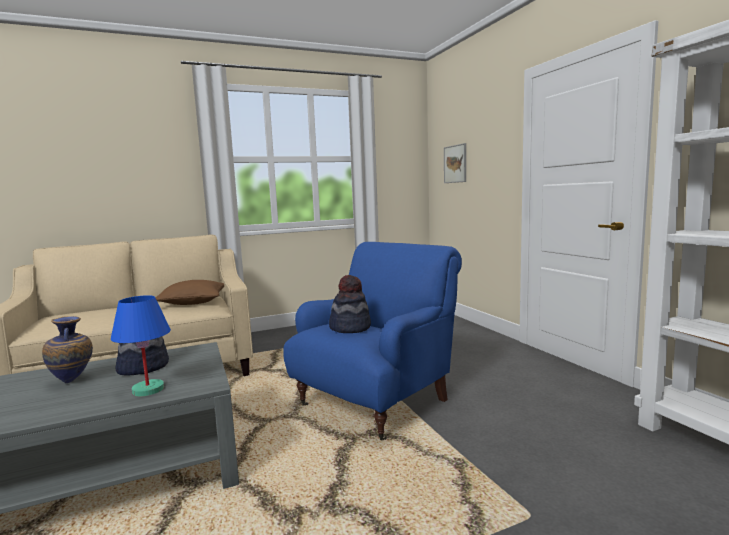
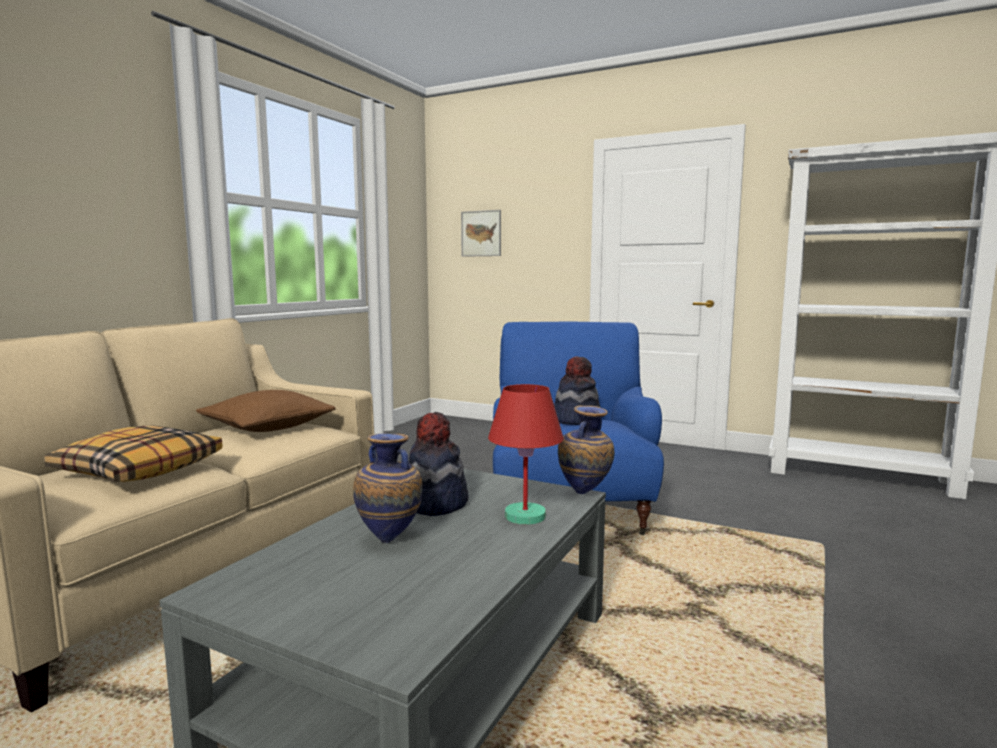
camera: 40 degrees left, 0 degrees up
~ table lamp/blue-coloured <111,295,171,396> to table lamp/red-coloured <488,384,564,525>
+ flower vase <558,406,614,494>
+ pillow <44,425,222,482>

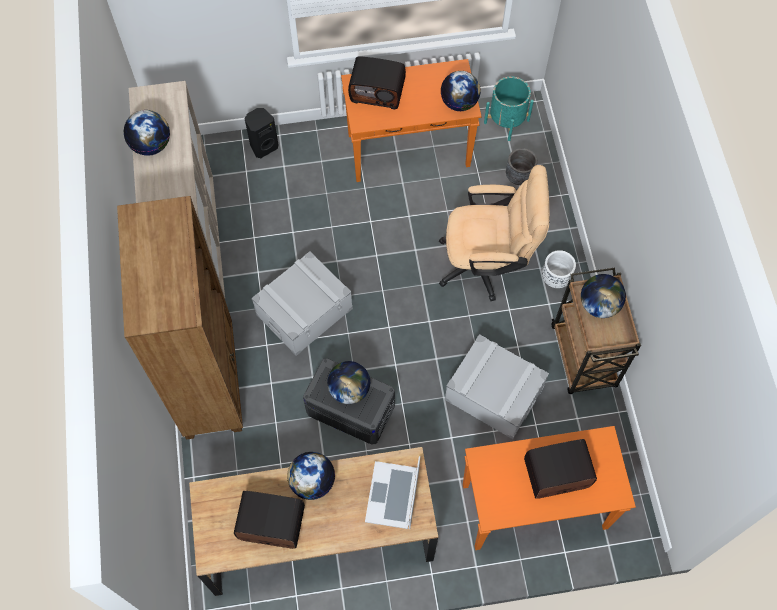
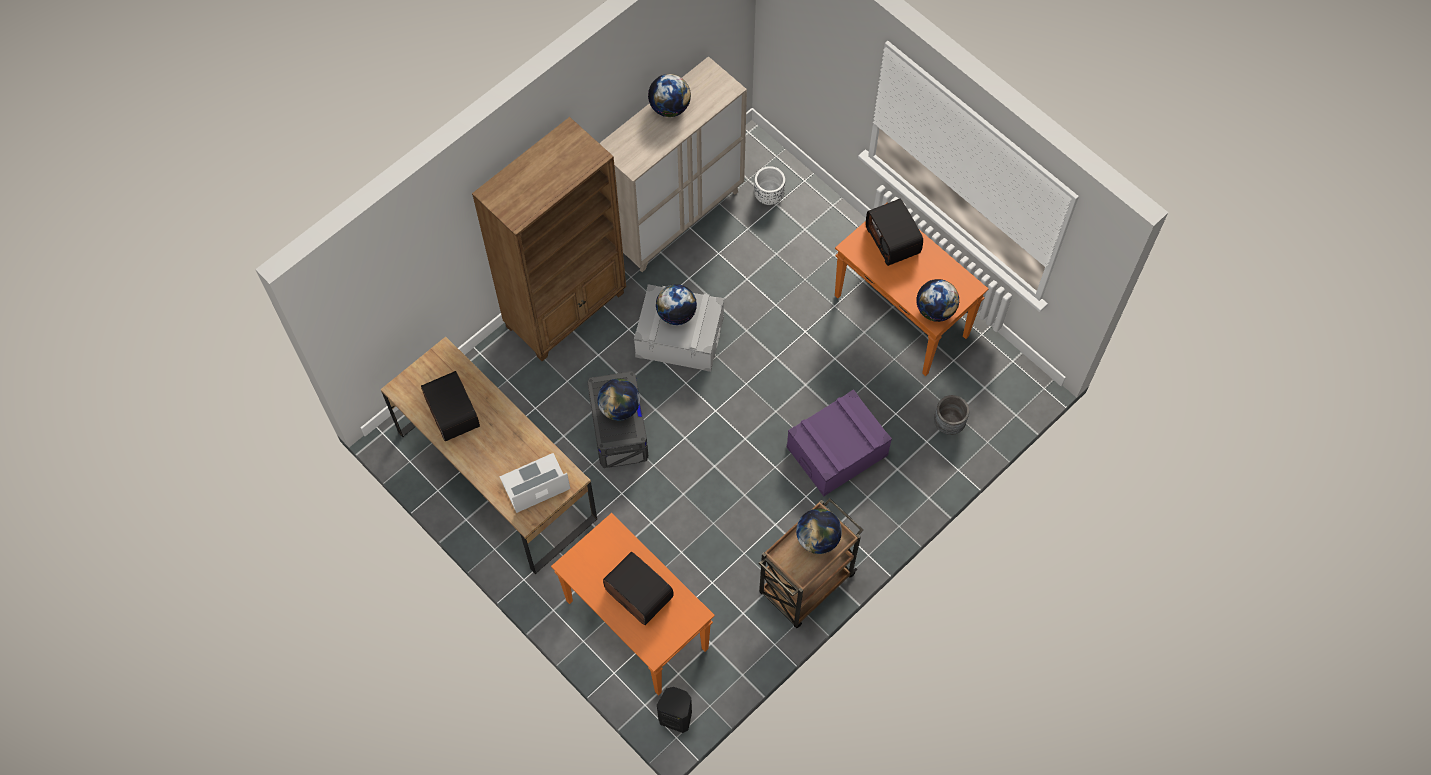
camera: 55 degrees right, 0 degrees up
- planter/turquoise <484,76,534,141>
~ audio speaker/black-coloured <245,108,278,158> to <657,687,692,733>
~ desk chair/beige <439,165,549,301> to storage box/purple-coloured <787,389,892,496>
~ planter/white-coloured <542,250,576,288> to <754,166,785,205>
- storage box/greyish <445,334,549,439>
~ world globe <287,452,335,500> to <656,284,697,325>

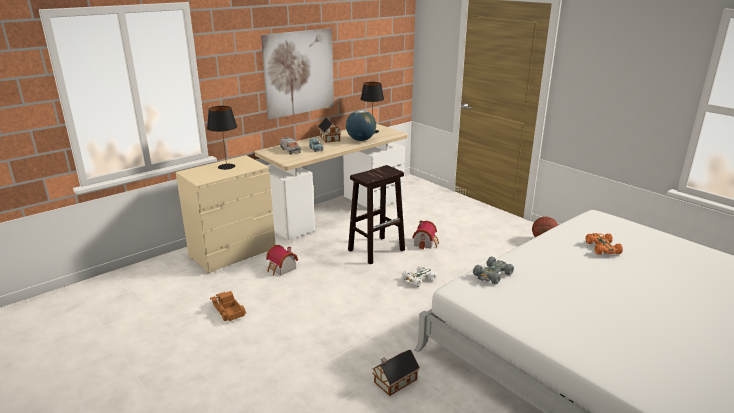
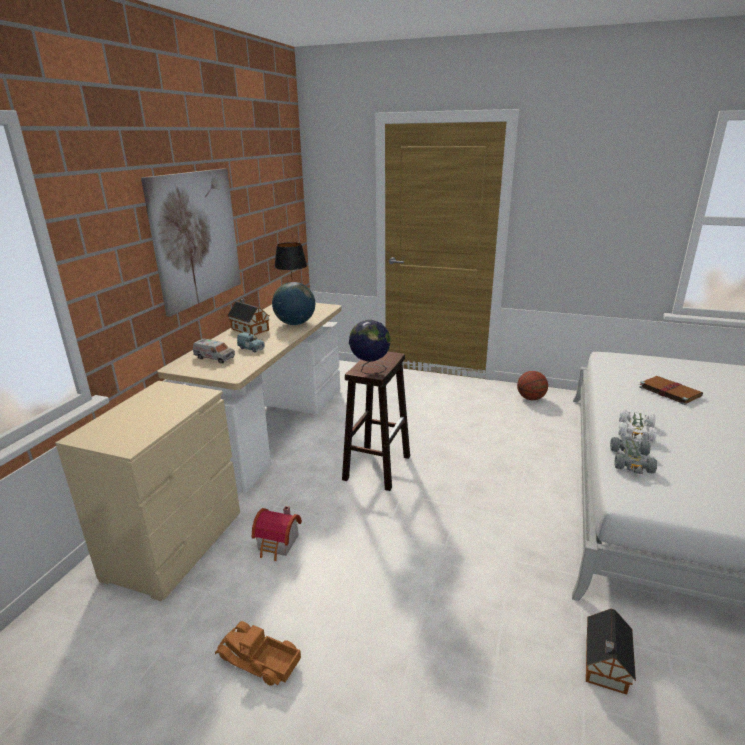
camera: 30 degrees left, 0 degrees up
- table lamp/black-coloured <207,106,237,170>
- model house <412,220,439,249>
~ model car/orangey <585,233,623,255> to bound book/brown-coloured <639,376,703,405>
~ model car/white-coloured <402,265,437,287> to <618,409,657,442>
+ world globe <349,319,391,374>

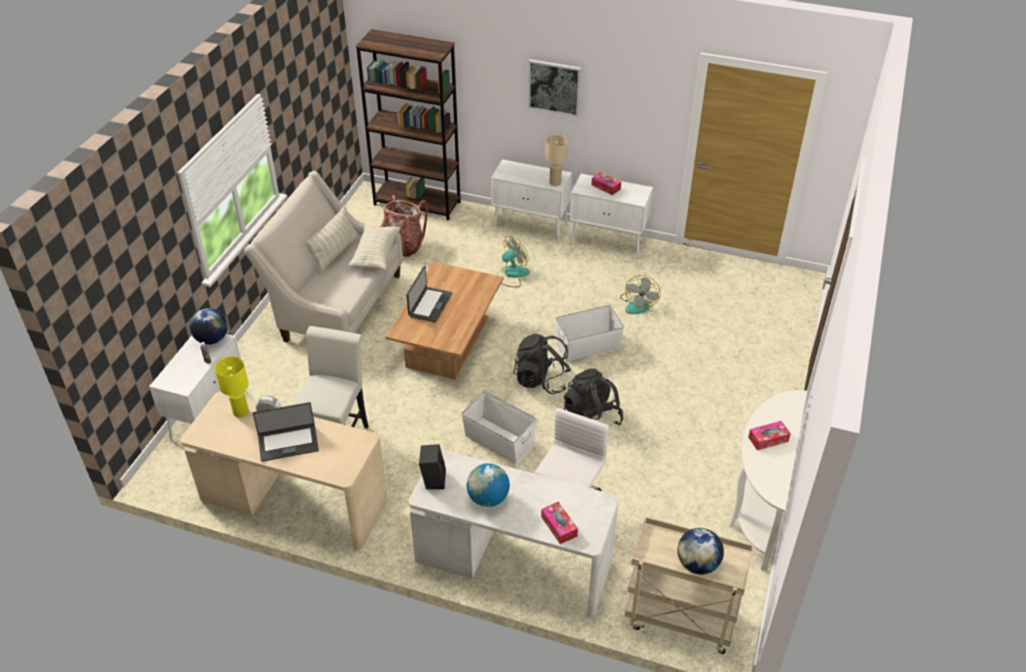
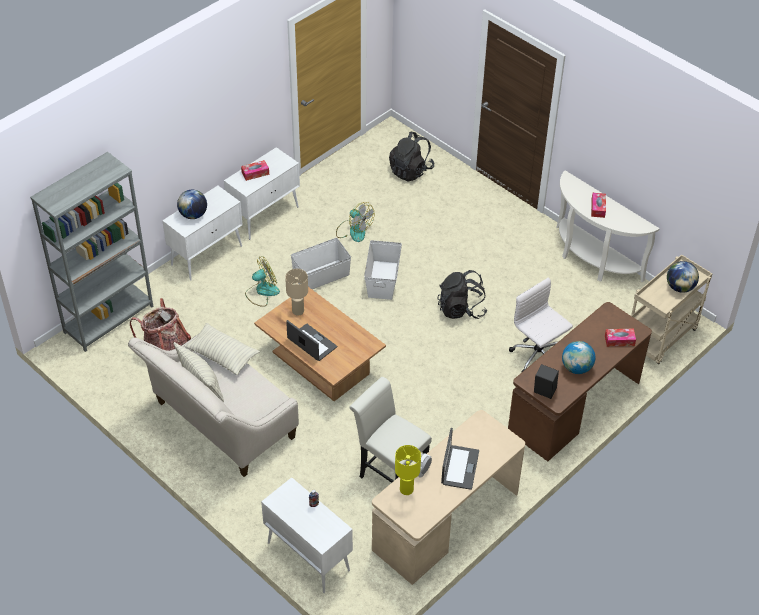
camera: 65 degrees left, 5 degrees up
~ bookcase/brown-coloured <356,29,461,221> to bookcase/greyish <30,152,153,352>
- wall art <528,59,581,117>
~ table lamp/beige <545,135,568,186> to <285,269,308,316>
~ electric fan <496,236,530,287> = <245,257,280,307> 75 degrees clockwise
~ world globe <190,308,228,345> to <177,190,207,219>
~ knapsack/black-coloured <513,334,572,394> to <389,131,435,182>
~ storage box/white-coloured <461,391,537,463> to <291,238,351,289>
~ desk unit/white-coloured <409,449,619,617> to desk unit/brown-coloured <508,302,652,461>

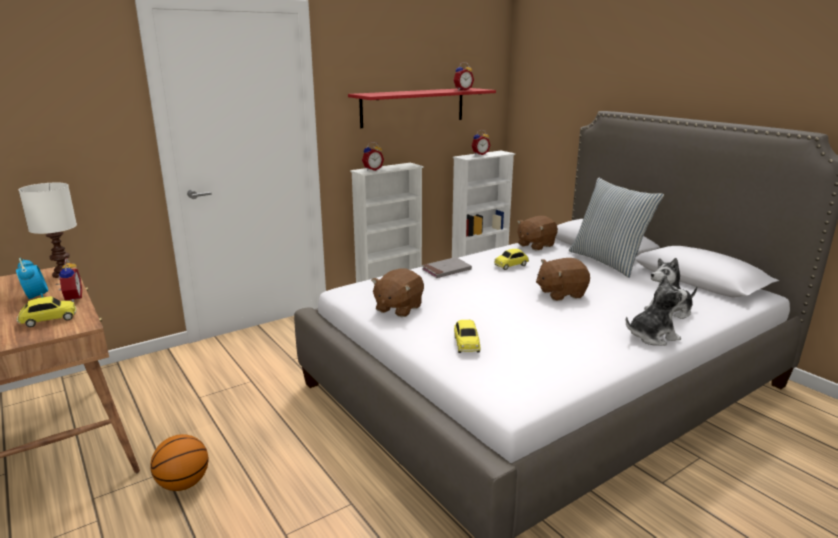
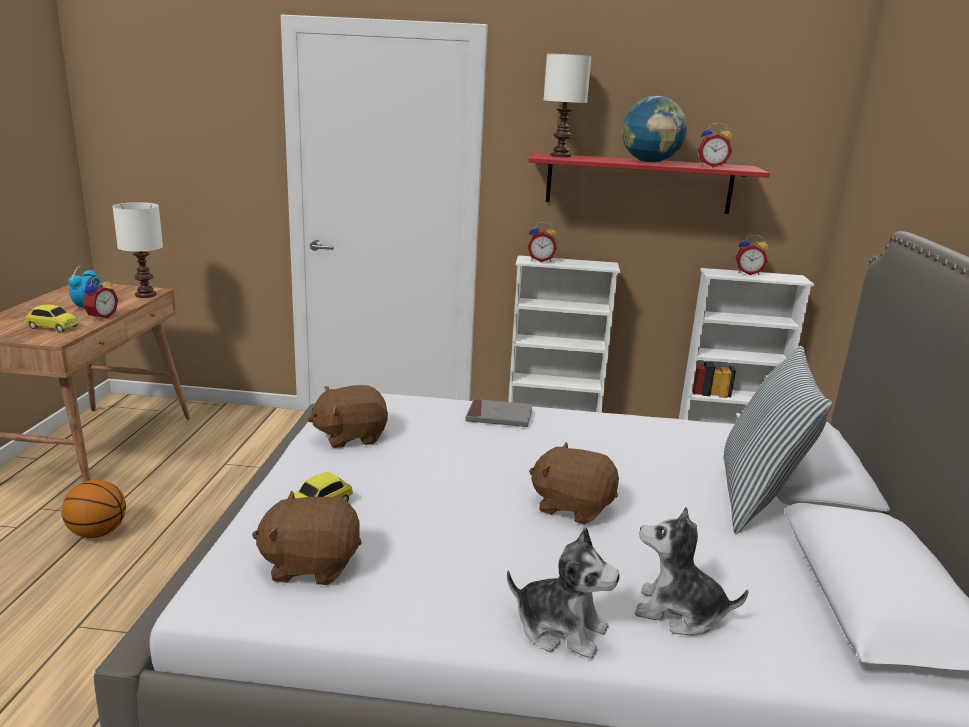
camera: 40 degrees right, 0 degrees up
~ soft toy/brown-coloured <517,216,558,250> to <252,491,361,585>
- model car <494,249,529,270>
+ table lamp/white-coloured <544,54,592,157>
+ world globe <622,96,687,162>

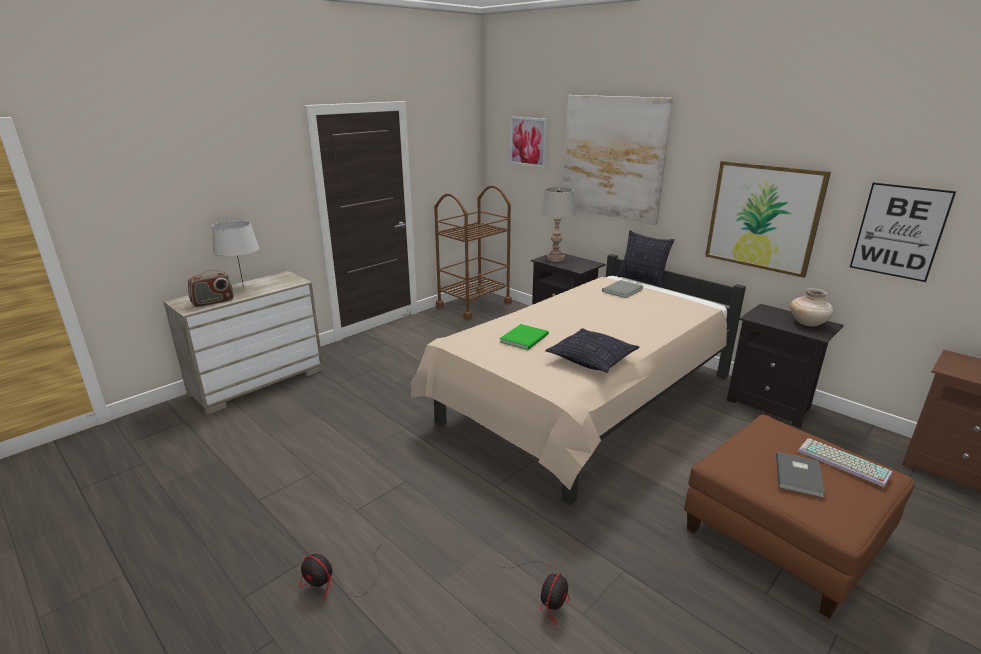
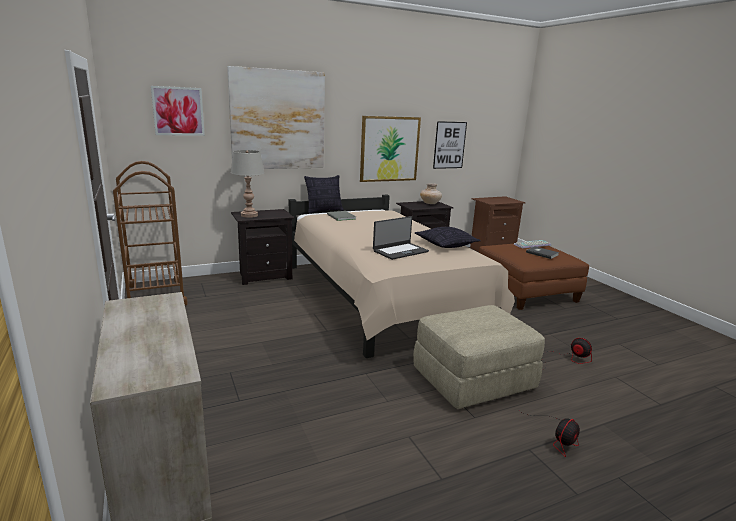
camera: 70 degrees left, 5 degrees down
- table lamp/greyish <212,220,259,287>
- radio set <188,270,234,307>
~ bound book/greenish <500,324,549,350> to notebook computer <373,216,429,260>
+ pouffe/beige <413,305,545,409>

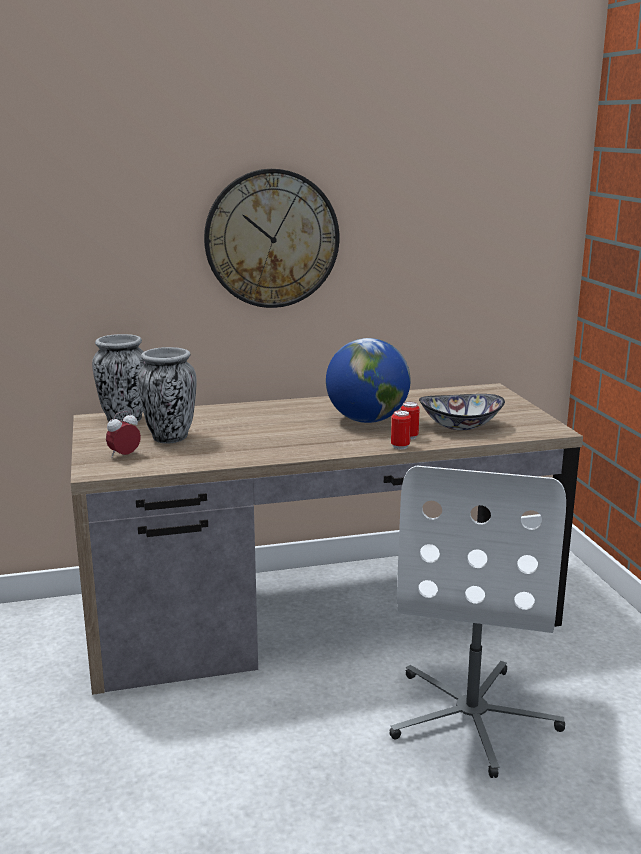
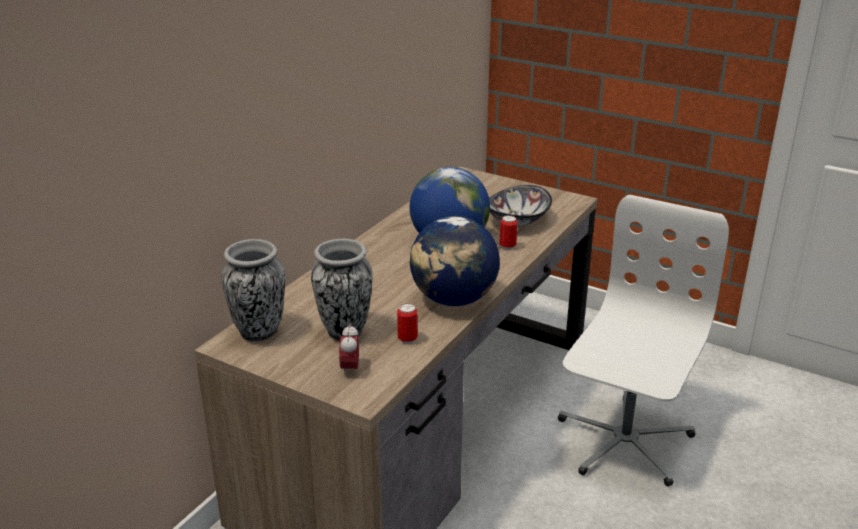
camera: 45 degrees left, 10 degrees up
- wall clock <204,169,339,308>
~ can <391,410,411,450> to <397,303,418,344>
~ desk chair/white-coloured <389,466,566,778> = <558,195,729,487> 120 degrees counterclockwise
+ world globe <410,216,500,306>

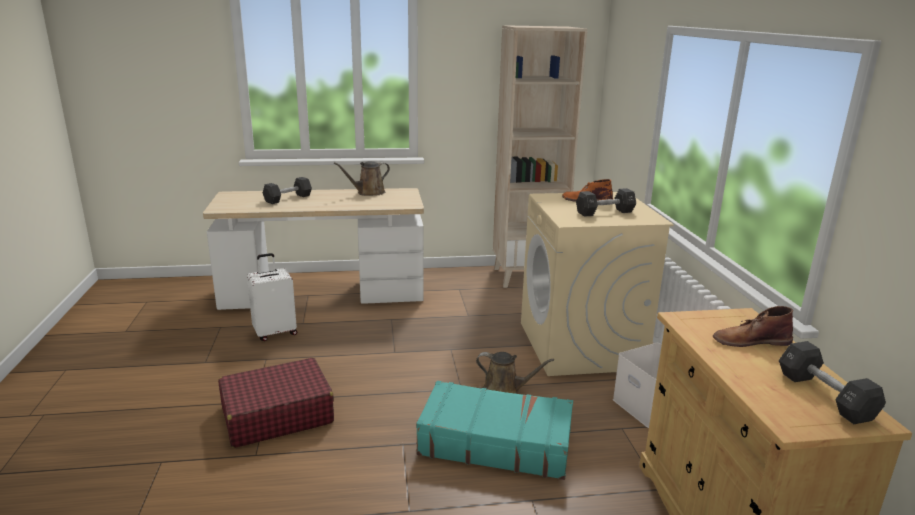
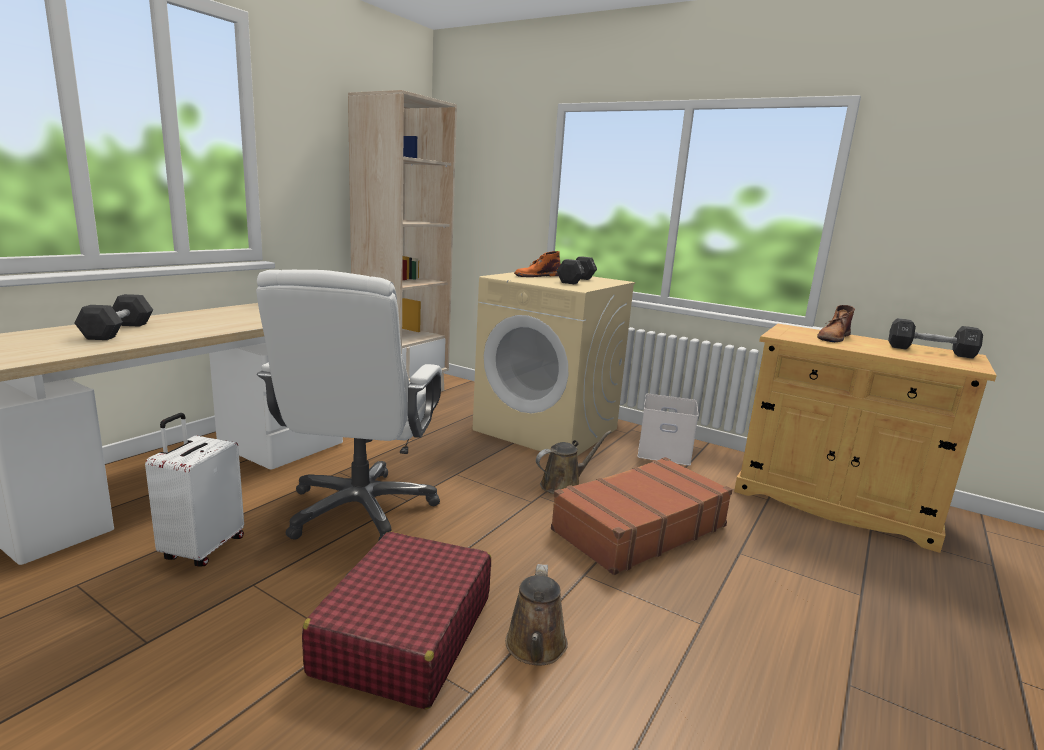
camera: 50 degrees left, 5 degrees down
~ watering can/brown-coloured <334,161,390,196> to <505,564,568,666>
~ suitcase/turquoise <416,381,573,480> to suitcase/brown-coloured <551,457,733,575>
+ desk chair/white-coloured <256,270,442,541>

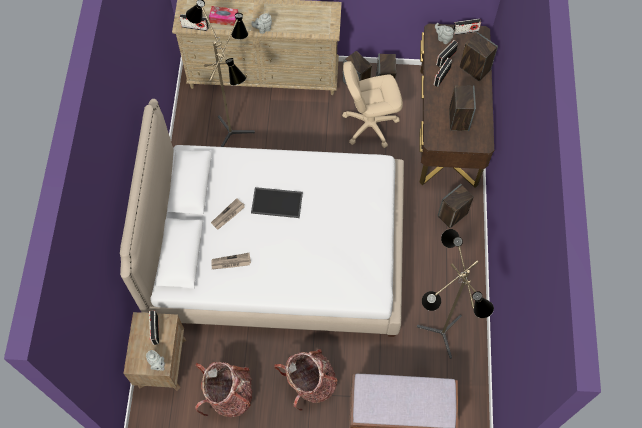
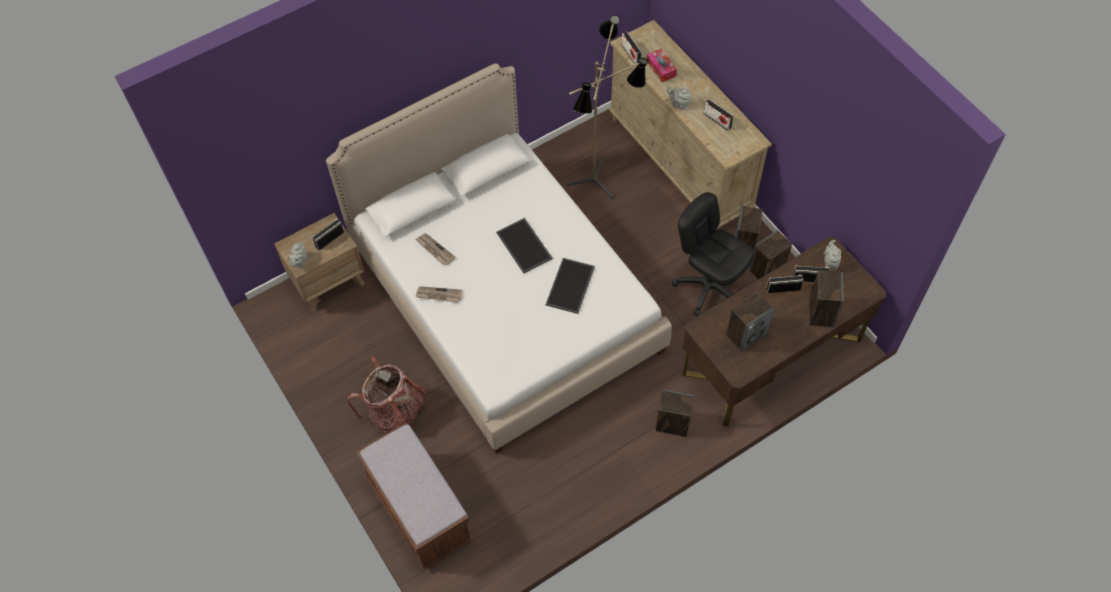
camera: 55 degrees right, 5 degrees down
~ radio set <453,19,481,35> to <703,99,734,131>
~ desk chair/beige <342,61,403,148> to desk chair/black-coloured <672,192,754,316>
~ newspaper <211,198,245,230> to <415,286,462,303>
- standing lamp <417,229,494,359>
- knapsack <195,362,253,417>
+ carrying tray <546,258,595,314>

